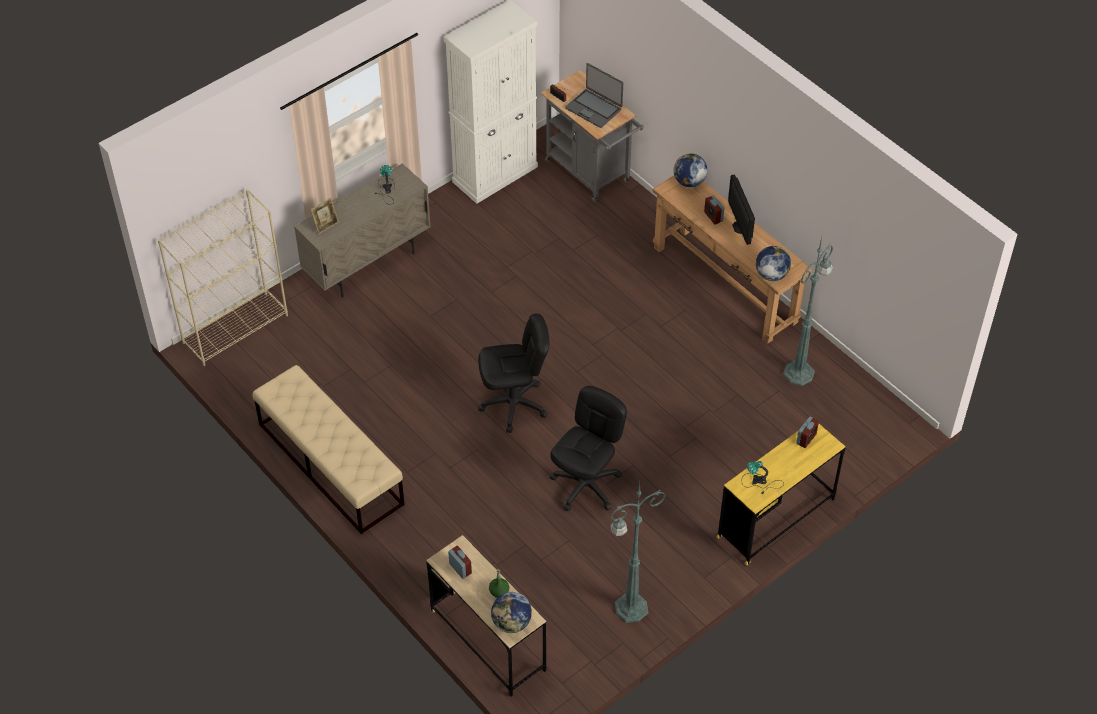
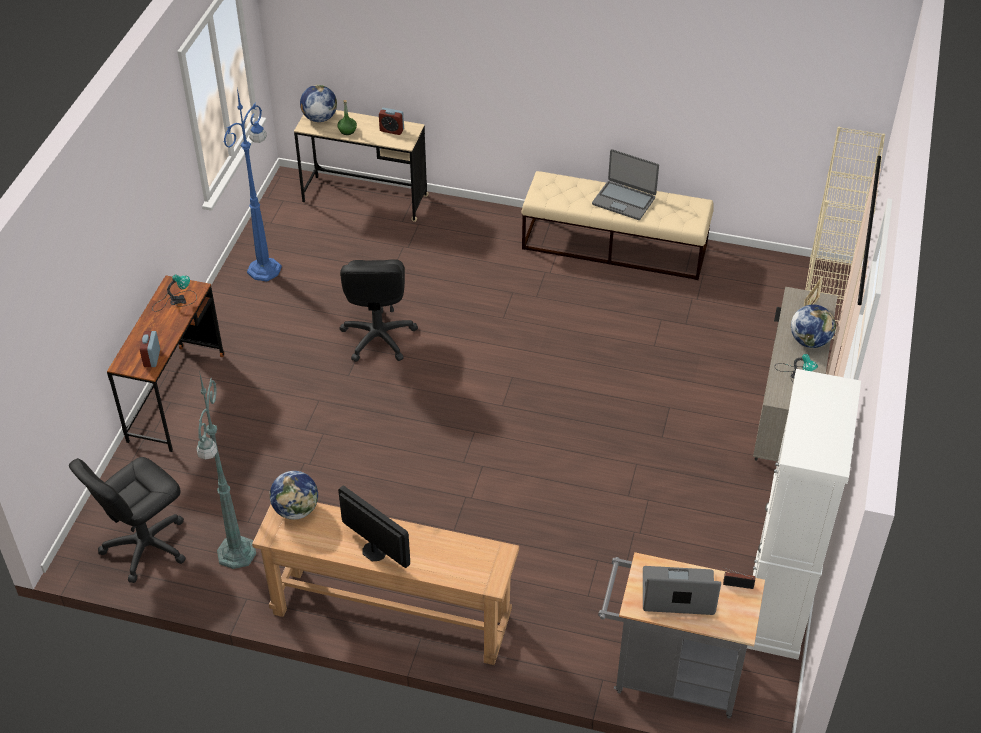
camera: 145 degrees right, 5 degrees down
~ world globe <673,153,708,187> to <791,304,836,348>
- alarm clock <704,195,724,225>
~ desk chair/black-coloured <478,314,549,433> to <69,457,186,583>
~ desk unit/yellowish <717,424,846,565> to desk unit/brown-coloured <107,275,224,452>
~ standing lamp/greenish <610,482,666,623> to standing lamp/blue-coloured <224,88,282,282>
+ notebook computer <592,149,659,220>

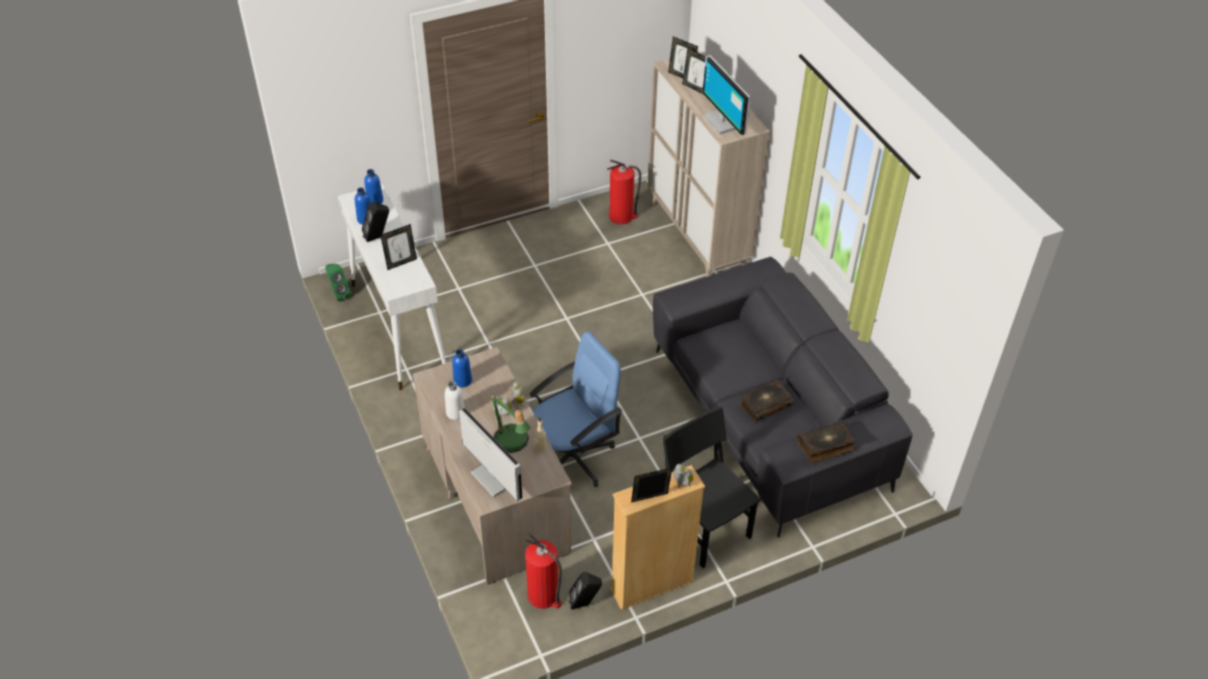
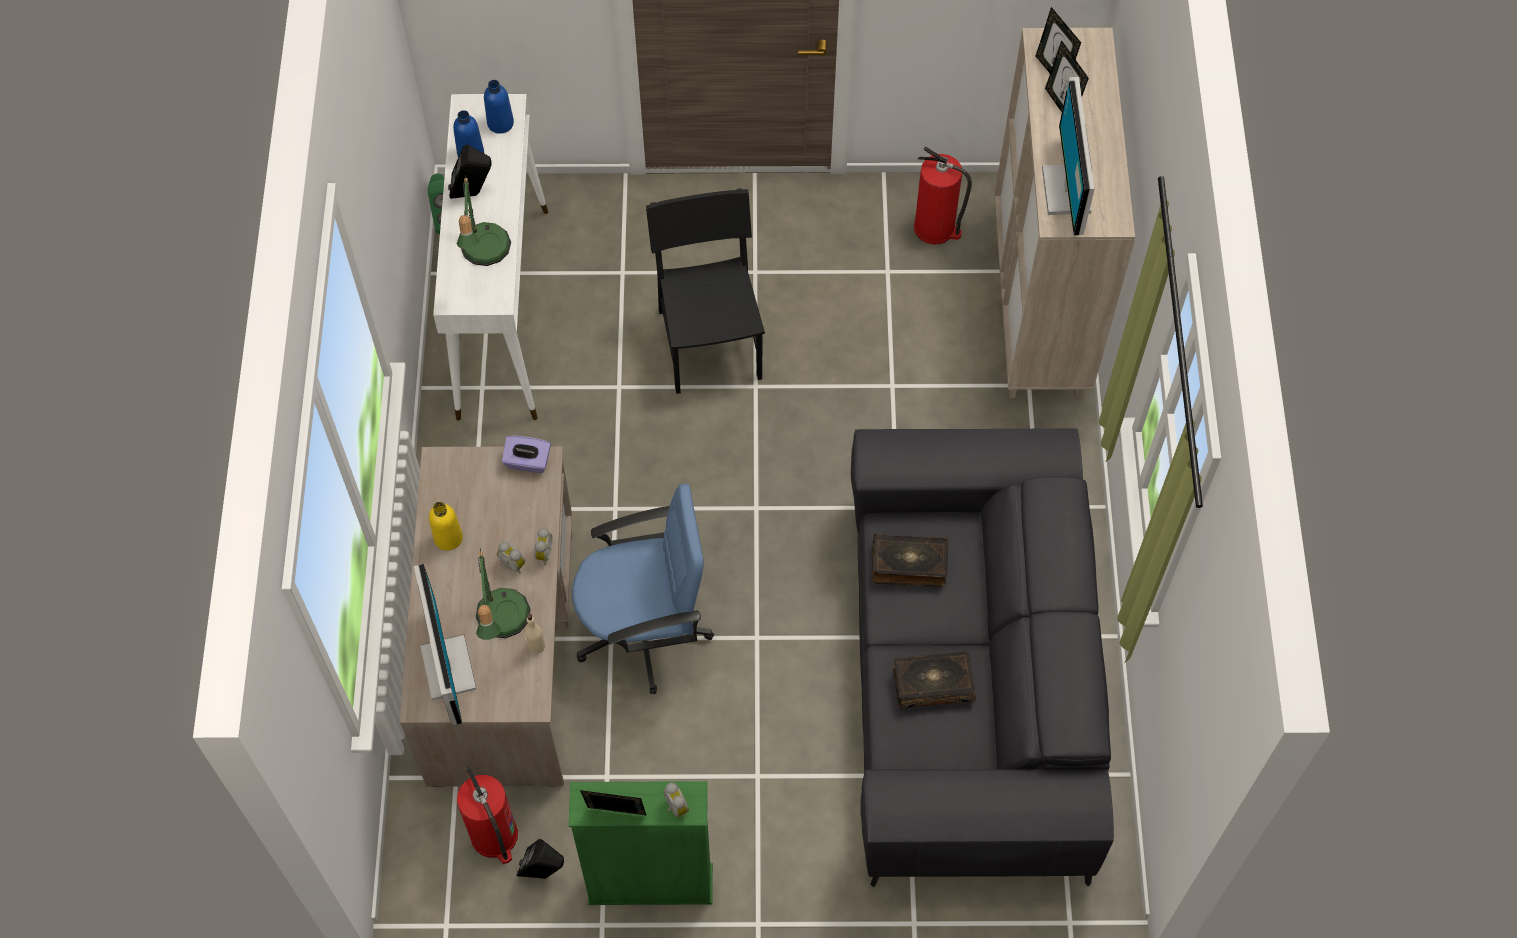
camera: 25 degrees right, 15 degrees up
~ photo frame <380,224,417,270> to table lamp <457,175,511,266>
- drink bottle/blue-coloured <452,349,472,388>
~ drink bottle/white-coloured <445,381,465,420> to drink bottle/yellowish <429,502,463,551>
~ plain chair/black-coloured <662,406,761,568> to <646,188,765,394>
~ bound book <797,421,856,464> to <872,534,948,587>
~ bookcase/beige <610,465,705,610> to bookcase/greenish <568,781,713,905>
+ tissue box/purple-coloured <502,435,551,473>

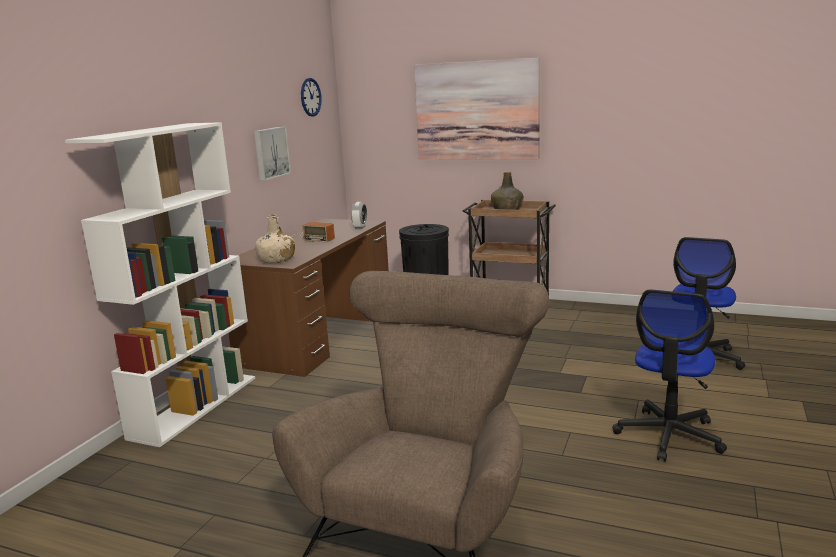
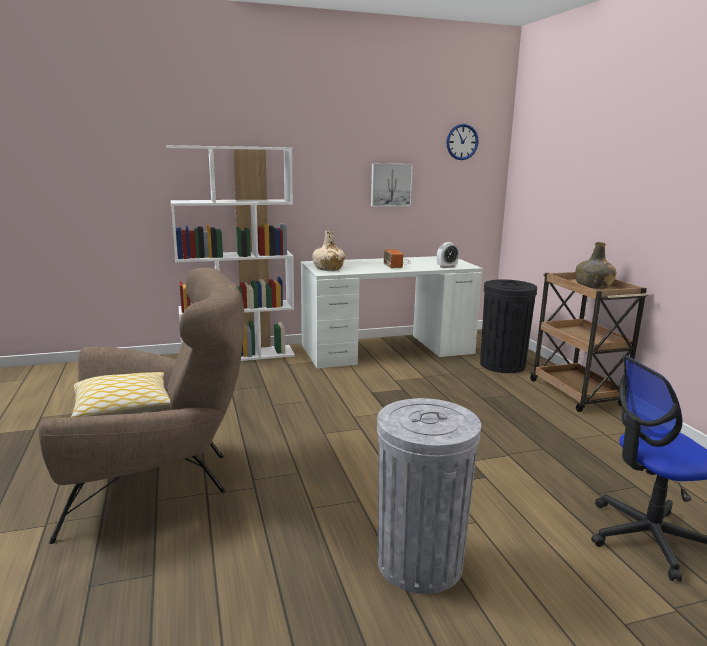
camera: 50 degrees right, 0 degrees up
- wall art <414,58,540,160>
~ desk unit/brown-coloured <229,219,389,377> to desk unit/white-coloured <301,256,483,369>
~ desk chair <612,290,727,462> to waste bin/greyish <377,398,481,594>
+ pillow <71,372,170,417>

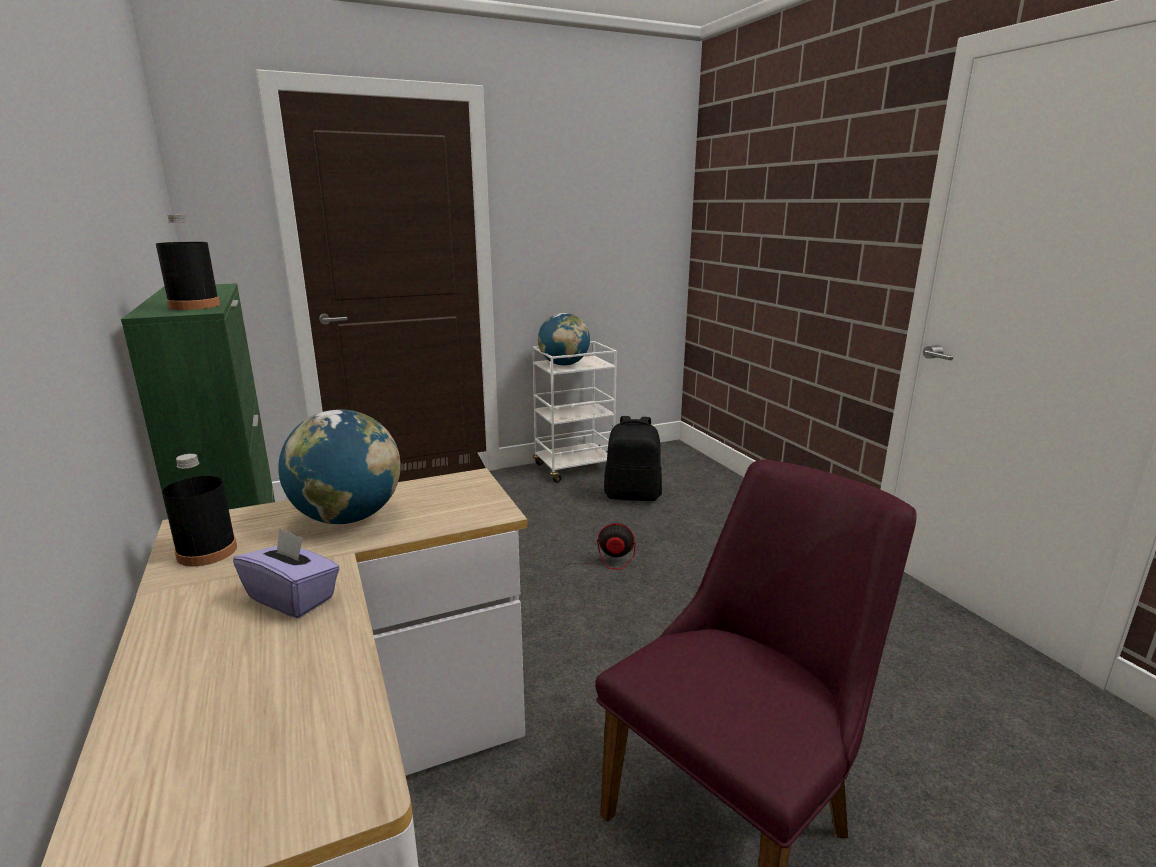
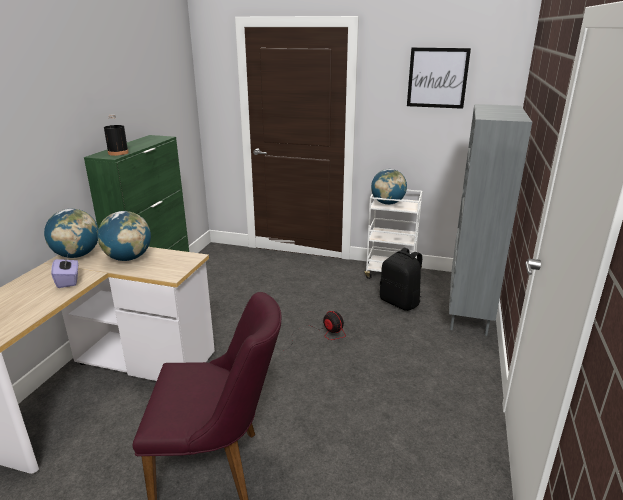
camera: 40 degrees right, 5 degrees up
~ drink bottle/black-coloured <162,454,237,566> to world globe <44,209,98,258>
+ wall art <407,47,471,109>
+ bookcase/greyish <449,104,532,336>

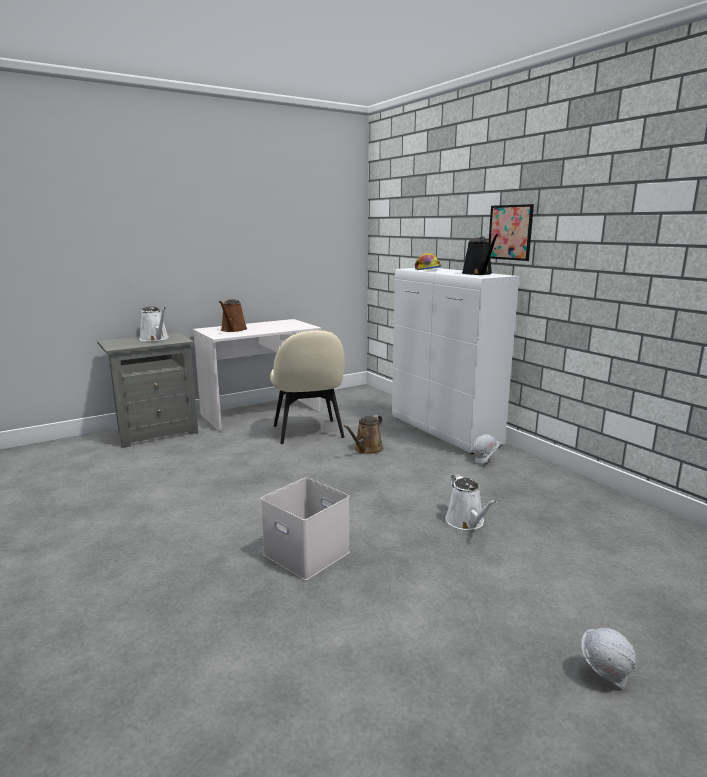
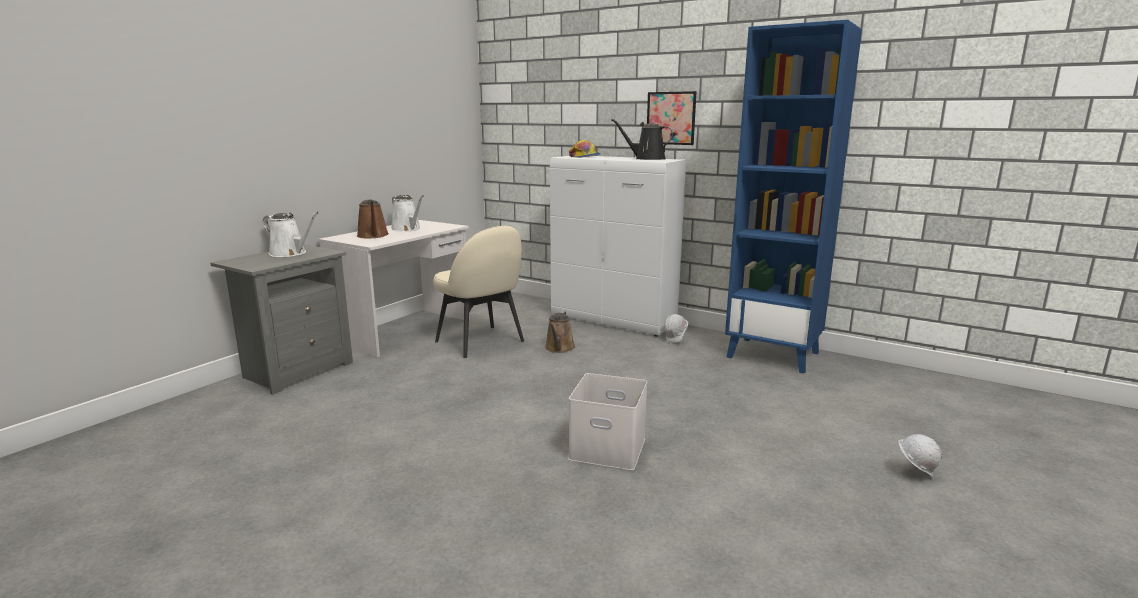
camera: 25 degrees left, 0 degrees up
~ watering can/black-coloured <462,234,498,275> = <611,119,674,160> 150 degrees clockwise
~ watering can/white-coloured <445,474,496,530> to <391,195,424,232>
+ bookcase/blue-coloured <725,20,862,374>

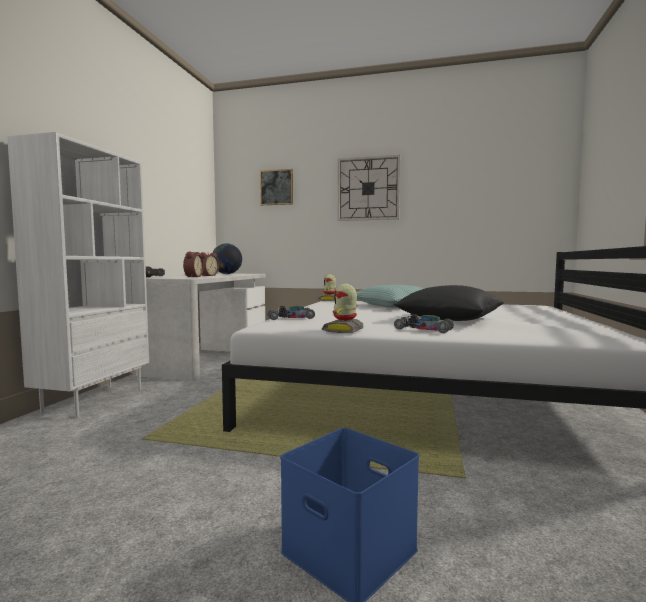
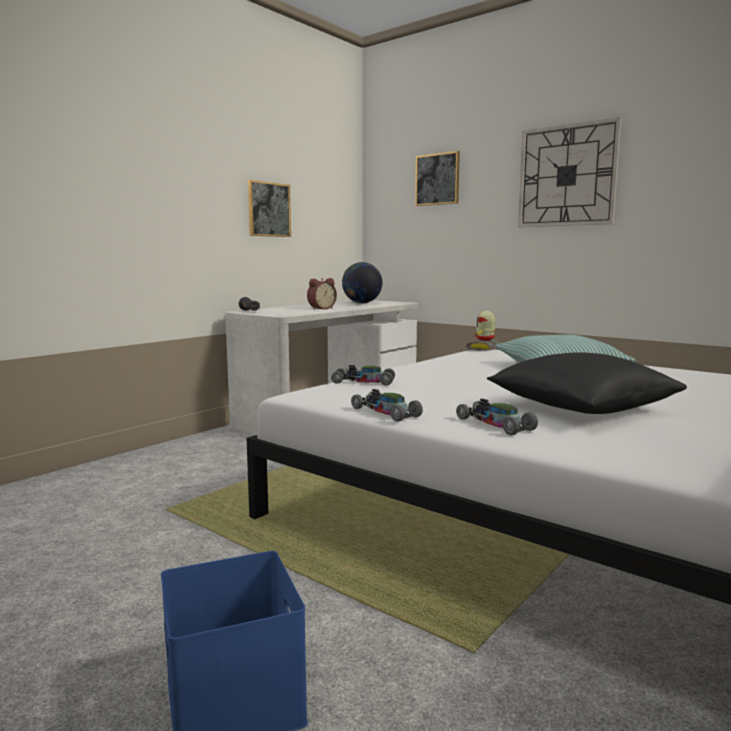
camera: 25 degrees right, 5 degrees up
- bookcase/white-coloured <7,132,149,417>
- alarm clock <183,252,204,277>
~ model robot <322,284,364,333> to model car <351,389,423,422>
+ wall art <248,180,291,237>

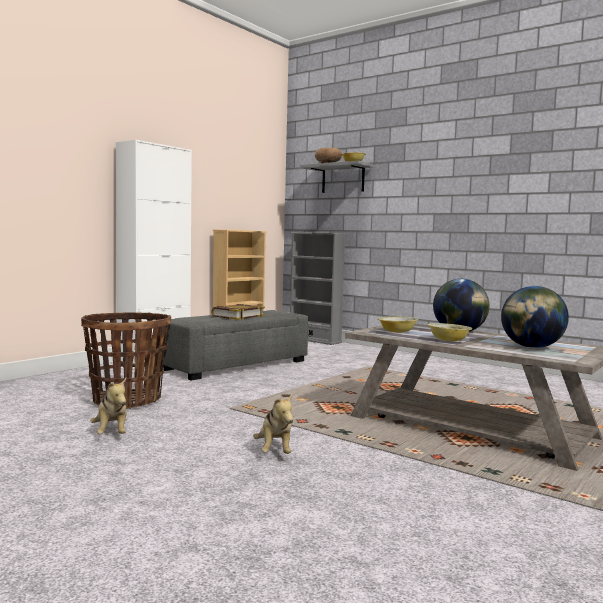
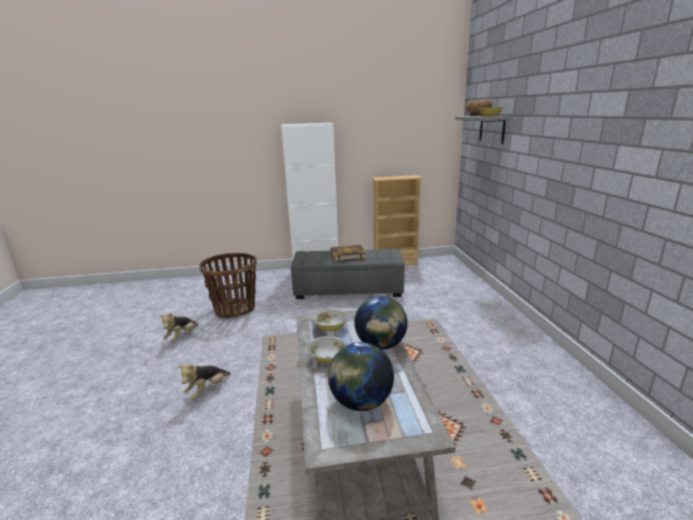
camera: 45 degrees right, 15 degrees up
- bookcase/greyish <290,232,346,345>

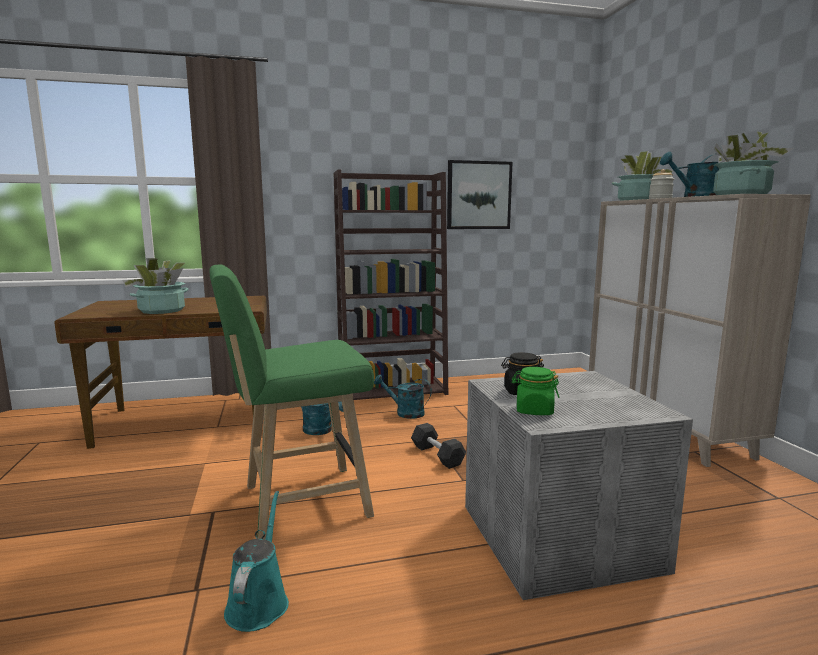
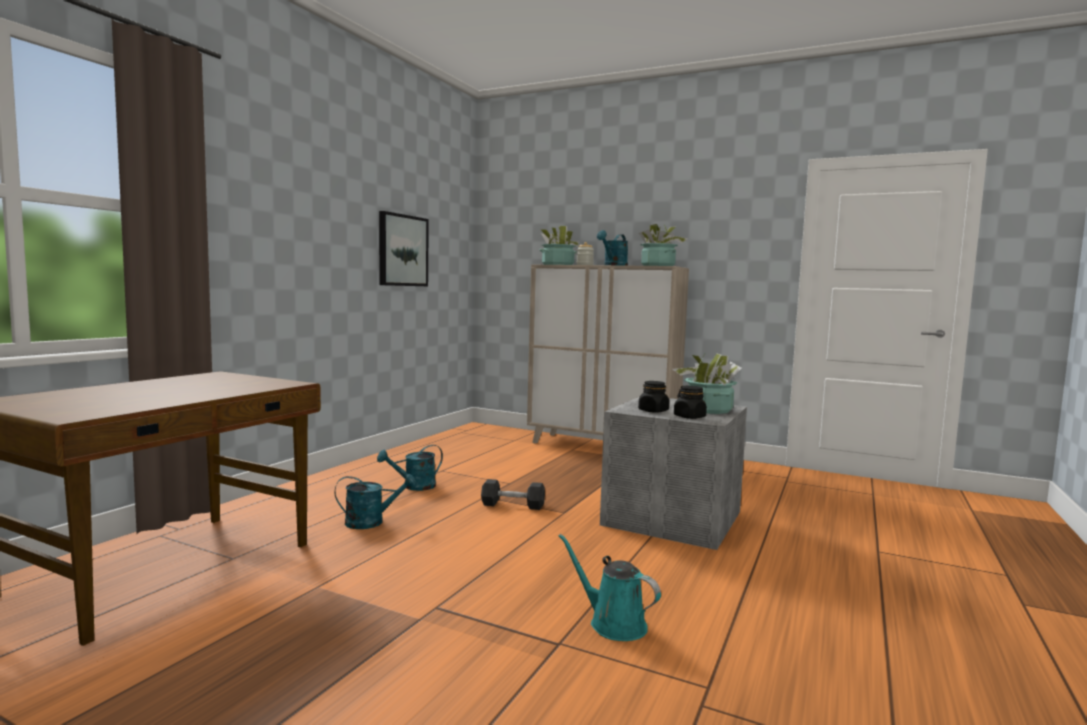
camera: 50 degrees left, 5 degrees down
- bookcase/brown-coloured <333,169,448,400>
~ potted plant <122,258,189,314> to <672,354,741,414>
- stool seat/greenish <210,264,374,539>
~ preserve jar/greenish <512,367,560,415> to preserve jar/black-coloured <674,386,707,419>

